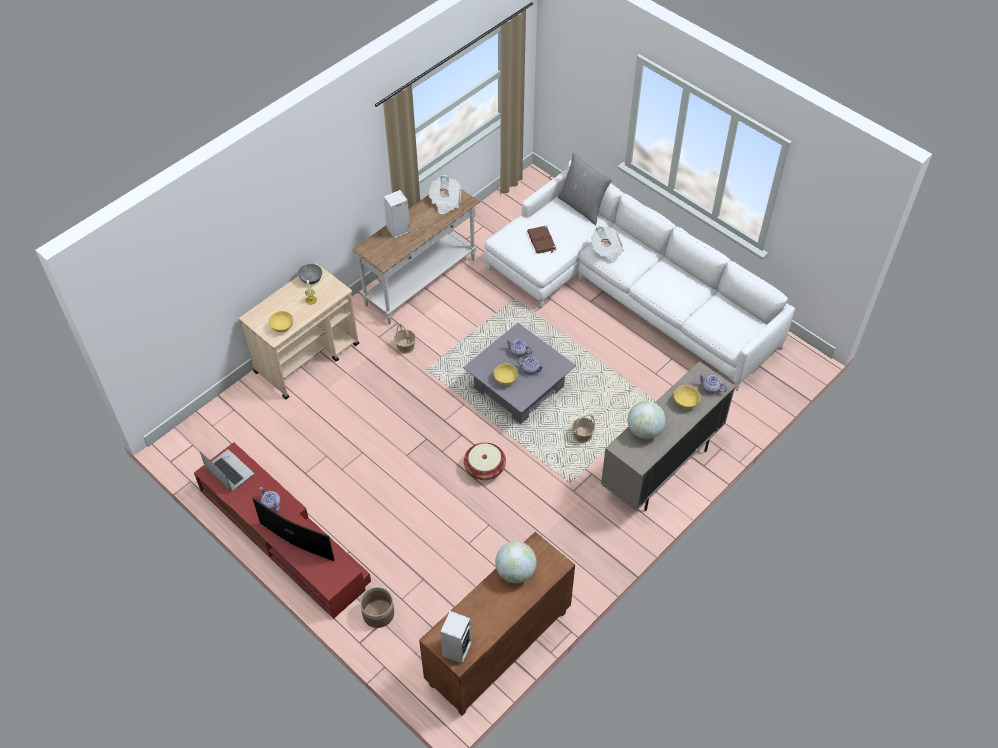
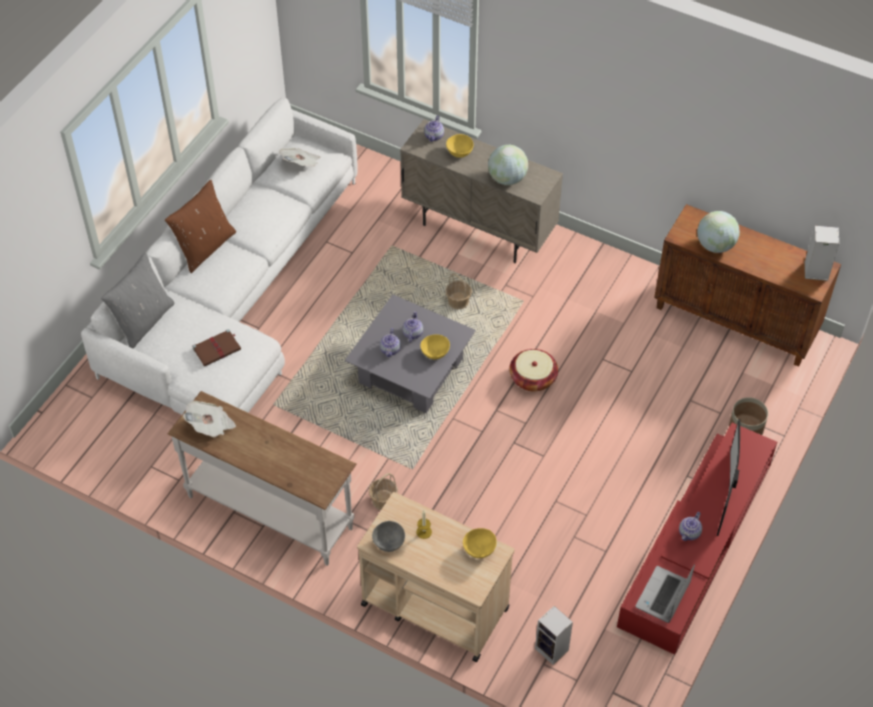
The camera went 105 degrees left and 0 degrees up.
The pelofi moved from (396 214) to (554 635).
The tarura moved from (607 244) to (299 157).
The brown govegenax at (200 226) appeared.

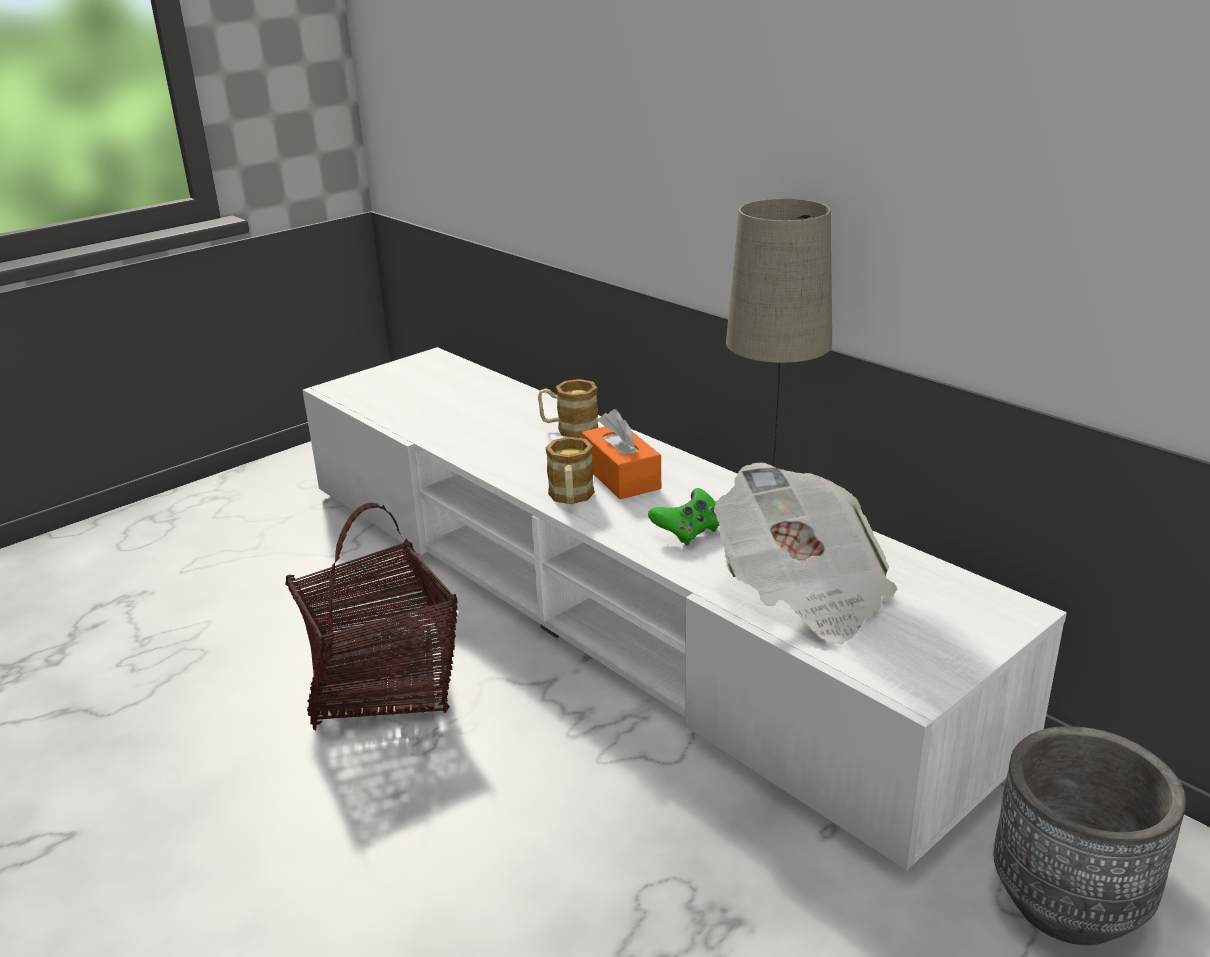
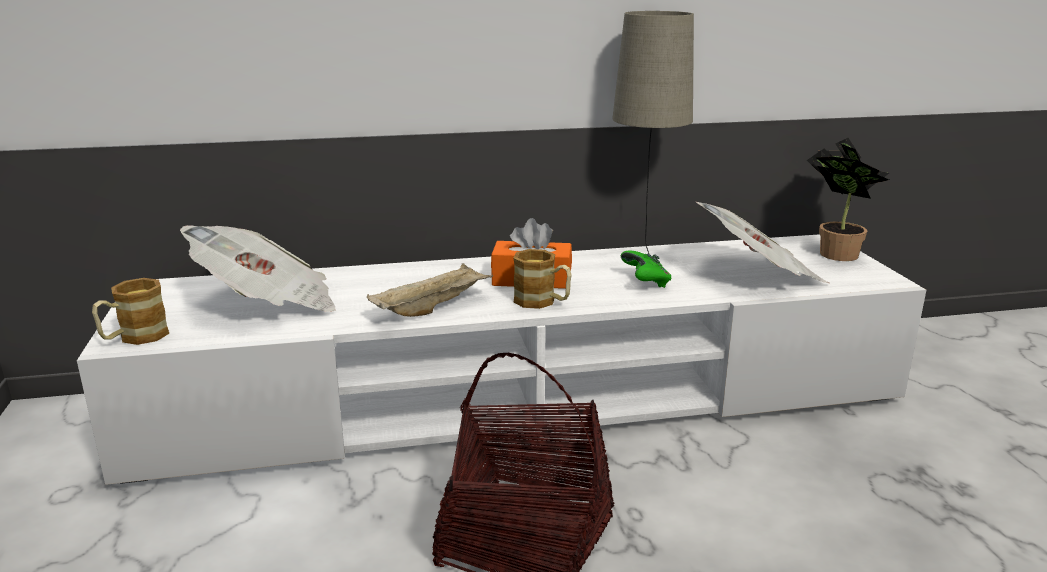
The camera went 60 degrees left and 5 degrees down.
The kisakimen moved from (568 408) to (130 311).
The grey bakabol at (1090 835) disappeared.
The tarura at (258 268) appeared.
The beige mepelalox at (430 290) appeared.
The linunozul at (848 199) appeared.

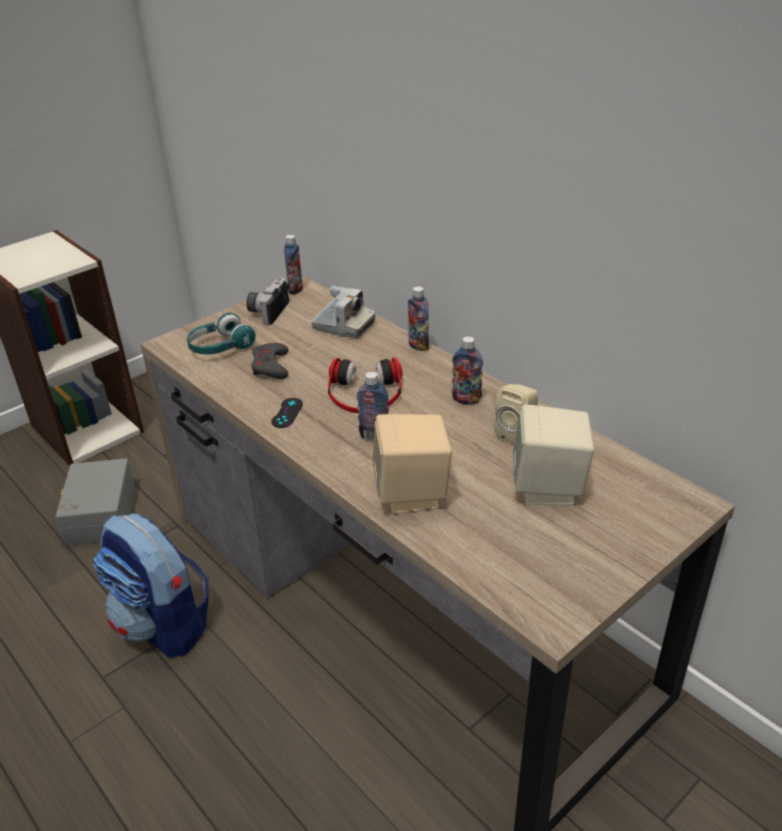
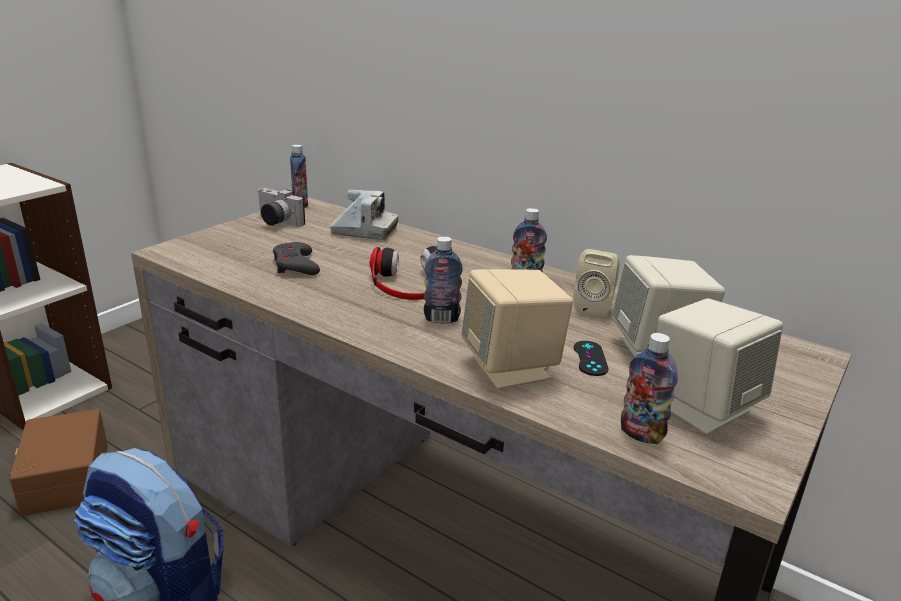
The camera went 15 degrees left and 10 degrees down.
The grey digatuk at (95 501) became the brown digatuk at (58 462).
The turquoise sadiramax at (221 334) disappeared.
The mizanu at (268 301) turned 60 degrees counterclockwise.
The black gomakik moved from (287 413) to (591 358).
The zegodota moved from (418 318) to (649 388).
The beige pelofi at (720 366) appeared.

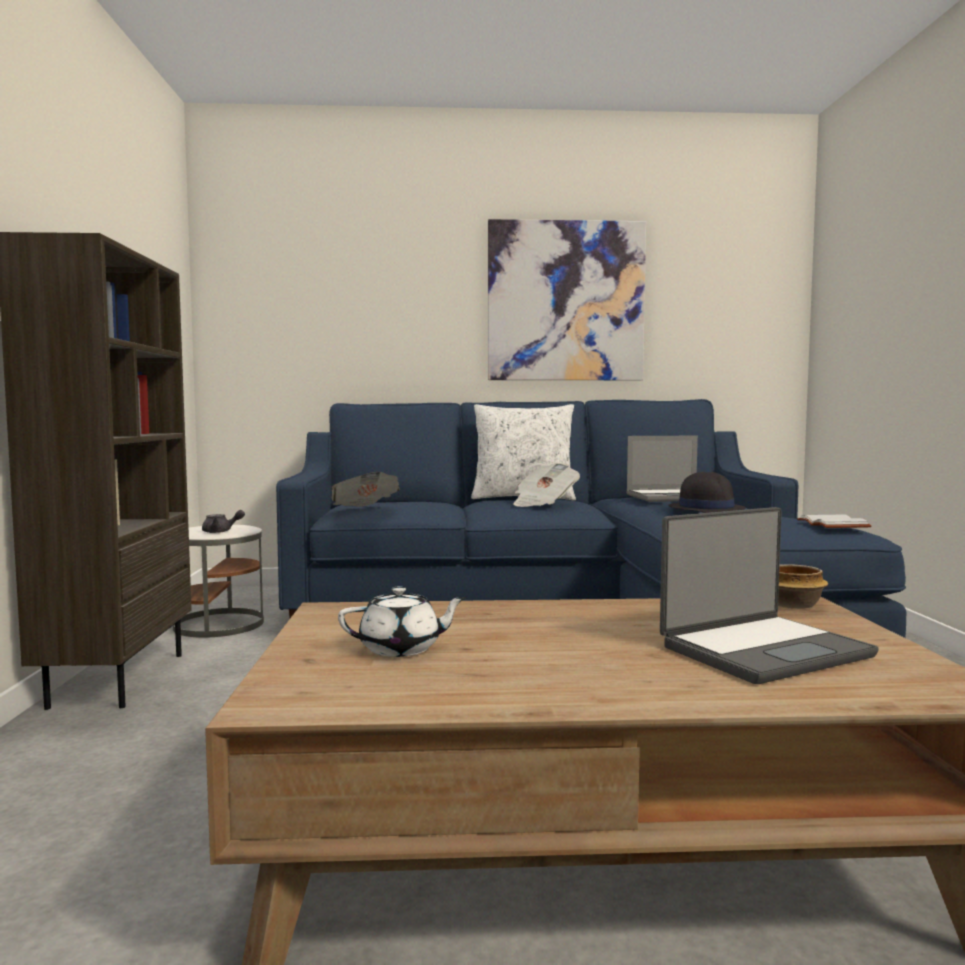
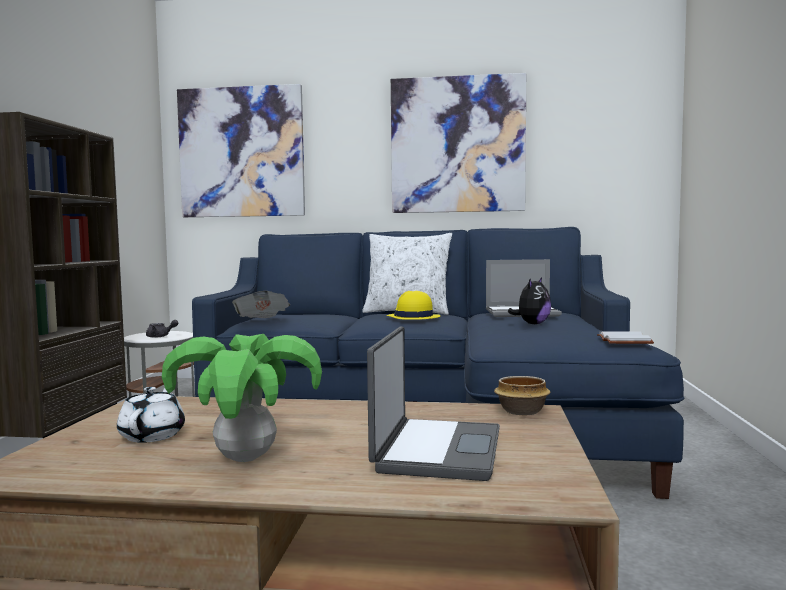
The camera went 10 degrees right and 0 degrees up.
The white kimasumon at (402 621) turned 90 degrees counterclockwise.
The tarura at (547 485) was replaced by the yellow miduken at (413 305).
The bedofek at (769 595) turned 60 degrees counterclockwise.
The black miduken at (707 492) was replaced by the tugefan at (529 300).
The linunozul at (242 398) appeared.
The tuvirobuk at (241 150) appeared.

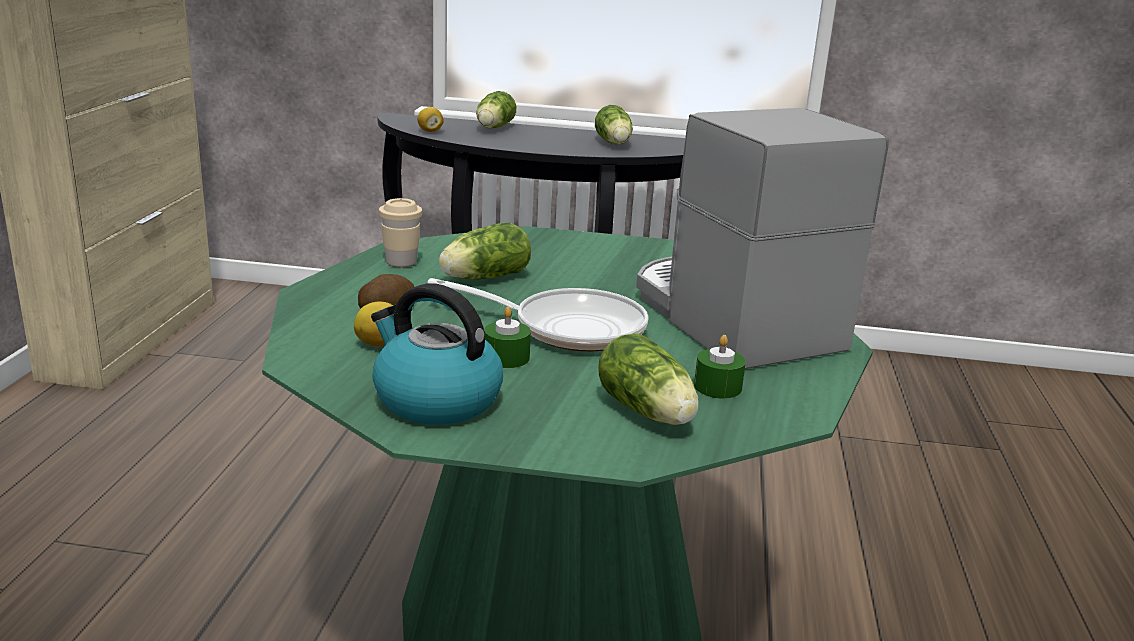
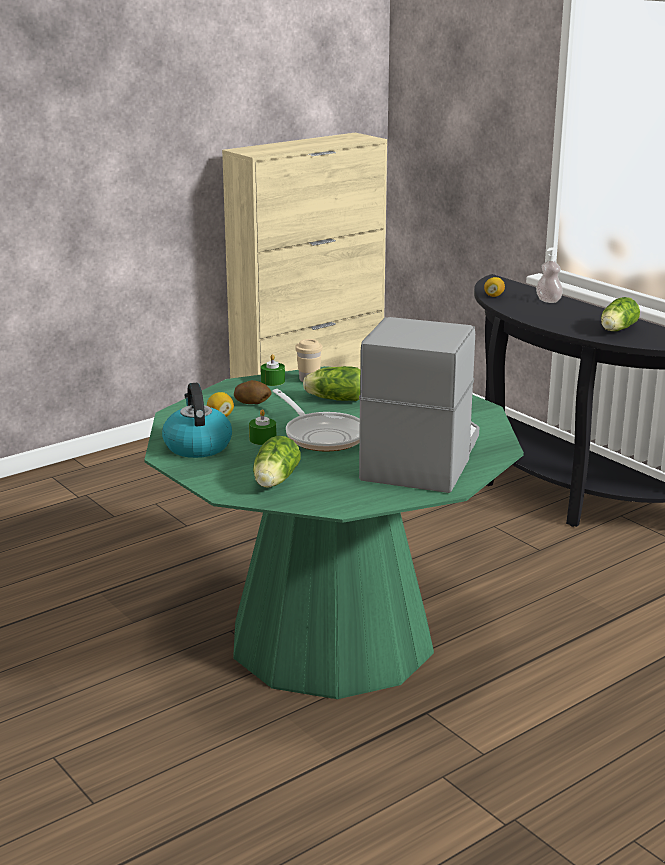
The camera went 45 degrees right and 0 degrees up.
The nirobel at (496 109) was replaced by the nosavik at (549 275).
The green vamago moved from (720 367) to (273 370).

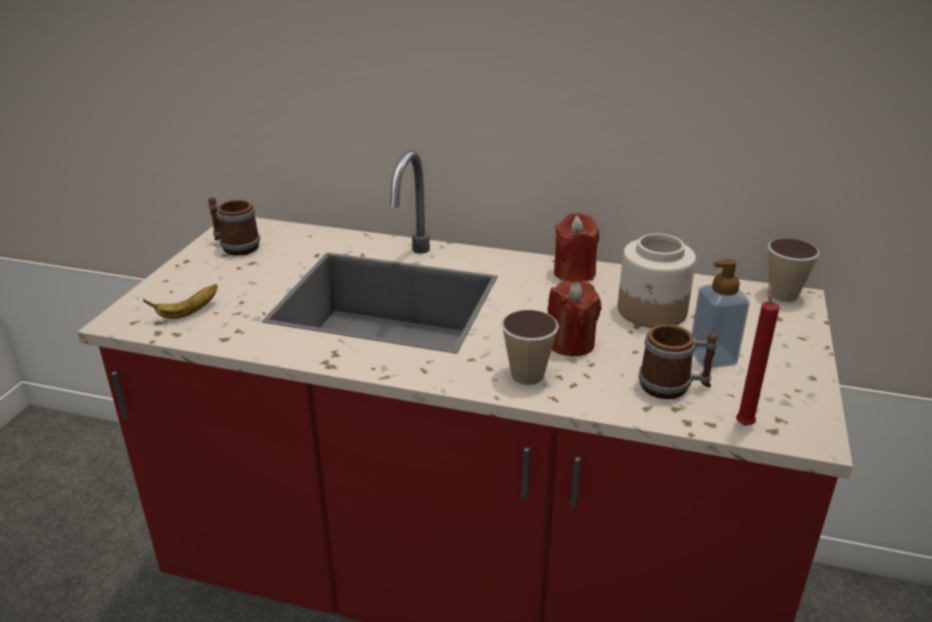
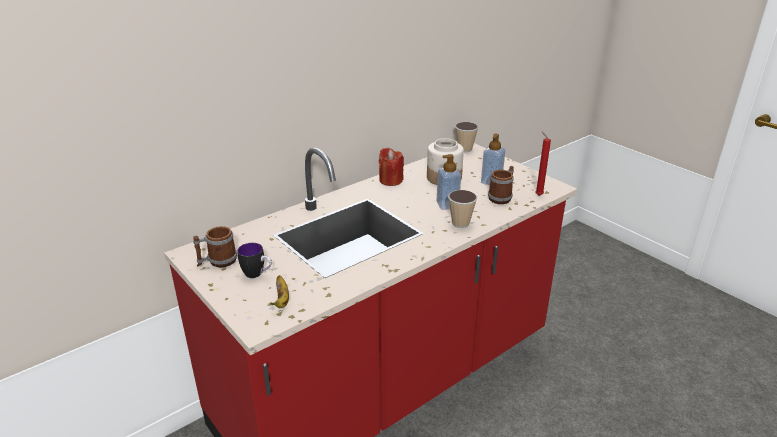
The camera went 55 degrees left and 0 degrees up.
The red vamago at (575 318) was replaced by the nosavik at (448 182).
The kisakimen at (254 260) appeared.

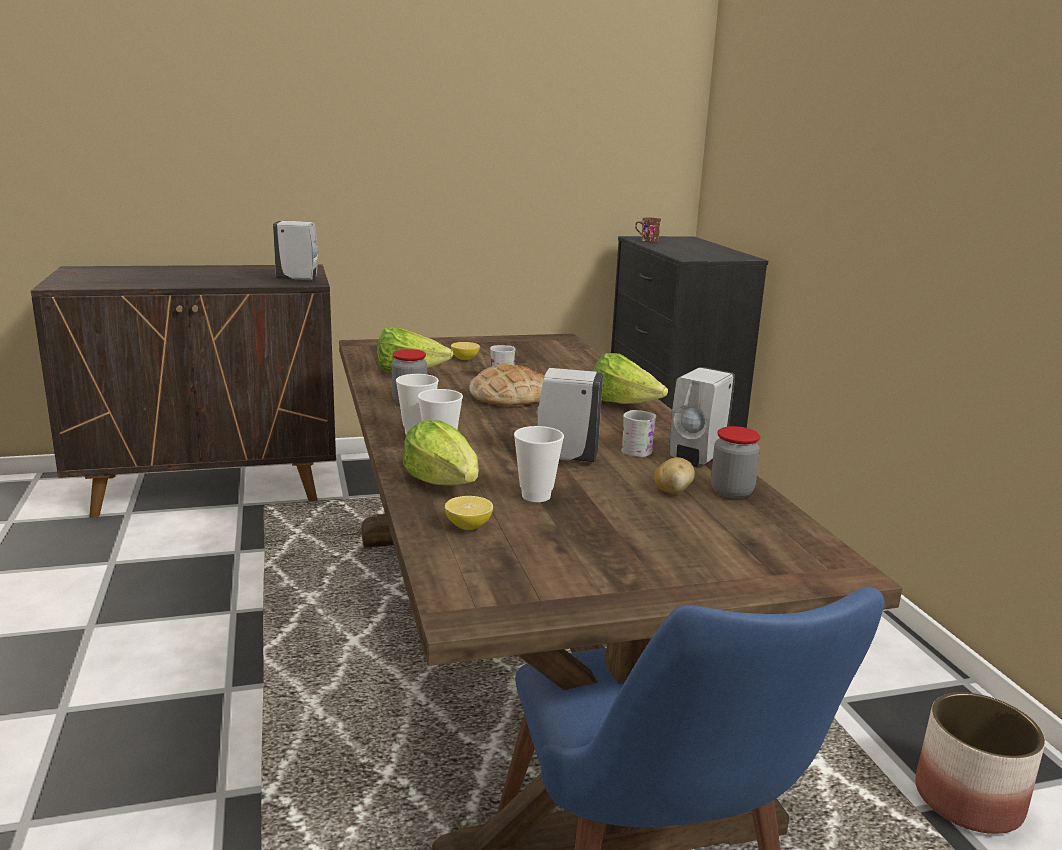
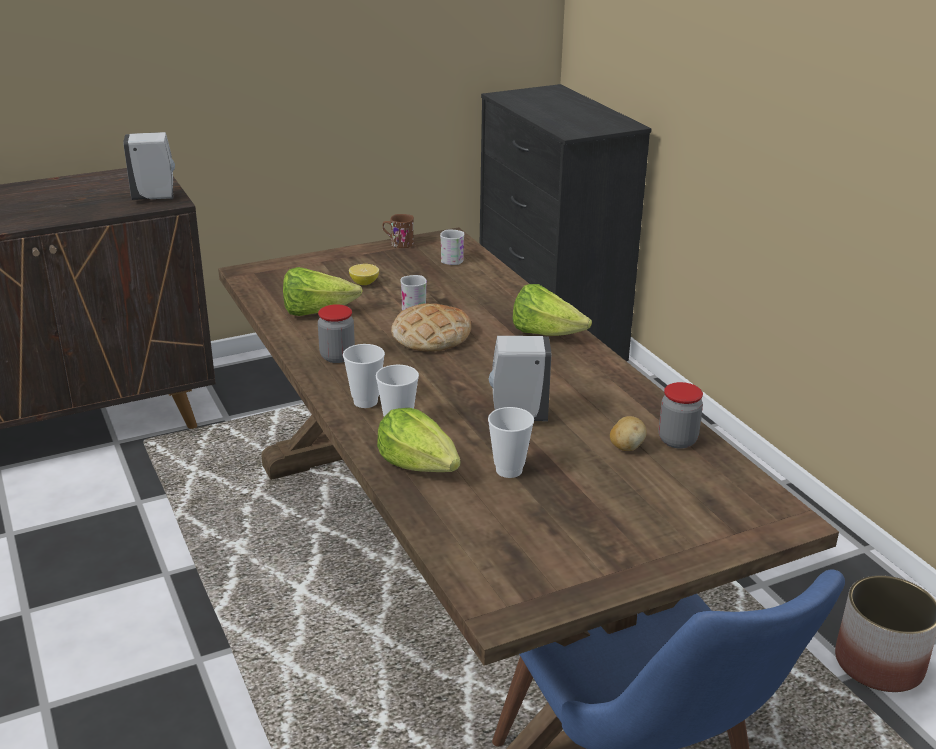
The camera went 10 degrees left and 10 degrees up.
The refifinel at (469 513) disappeared.
The white kisakimen moved from (639 433) to (452 247).
The brown kisakimen moved from (648 229) to (398 231).
The white nosavik at (702 417) disappeared.

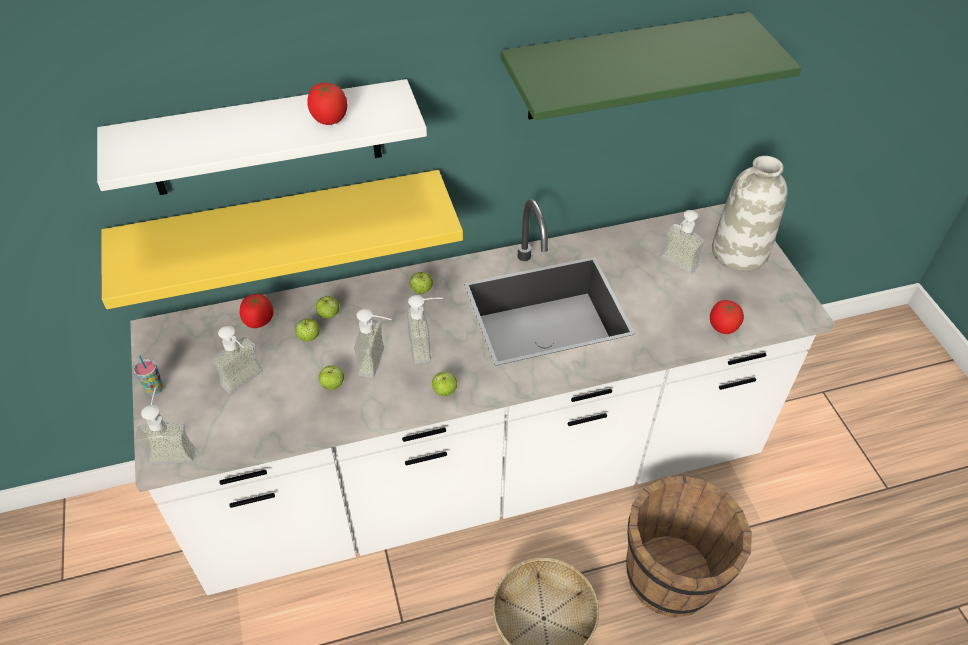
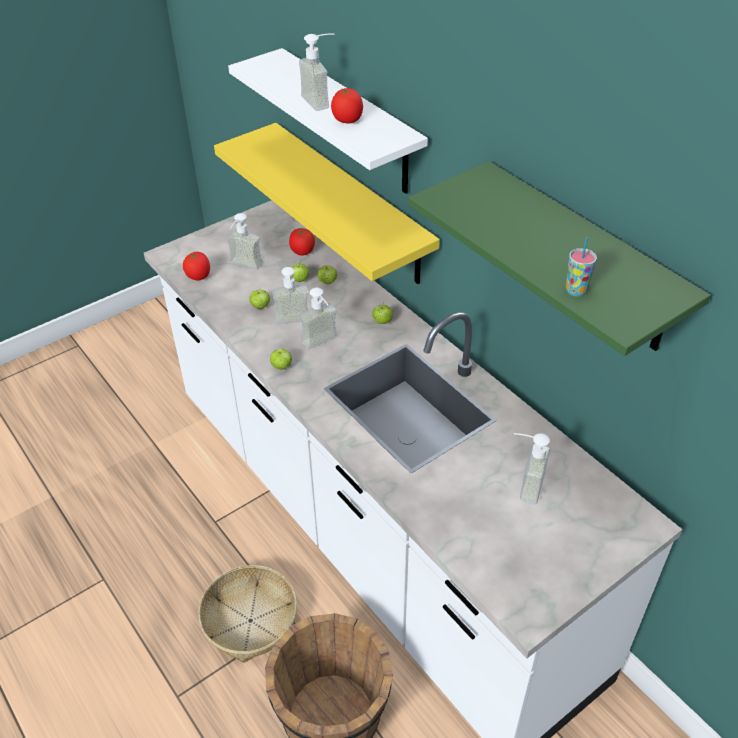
The camera went 70 degrees right and 5 degrees down.
The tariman moved from (148 375) to (581 267).
The nosavik moved from (165 426) to (316 72).
The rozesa moved from (727 317) to (196 266).
The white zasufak at (750 214) disappeared.

